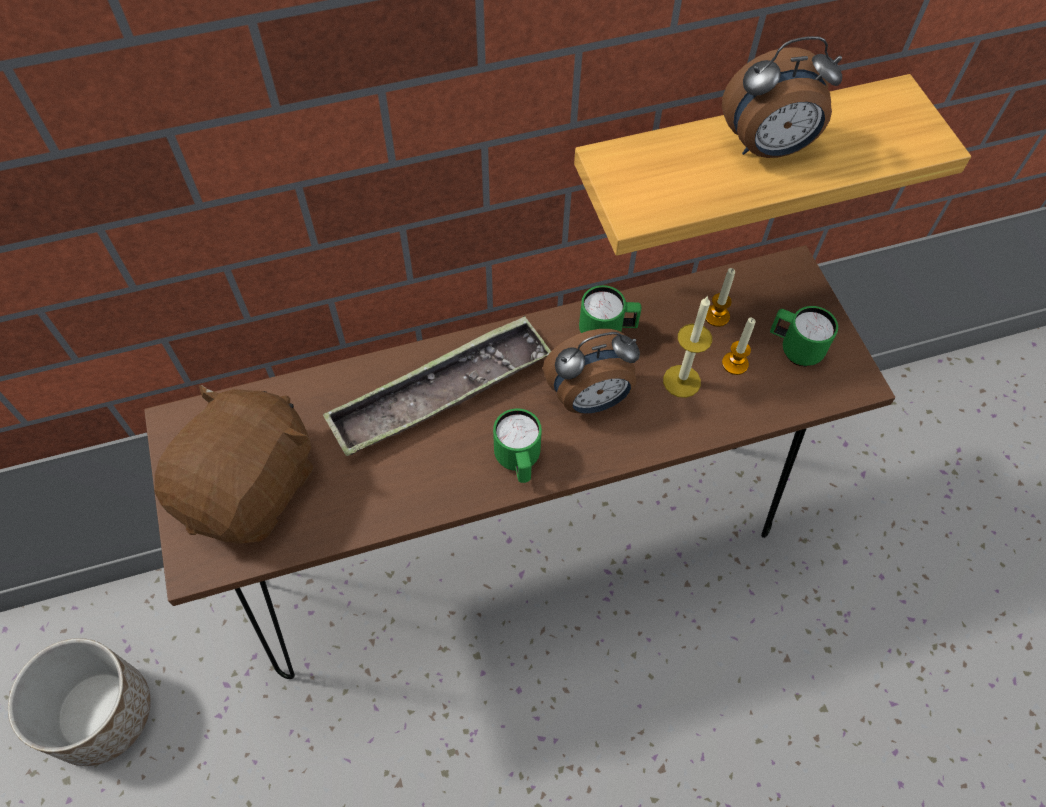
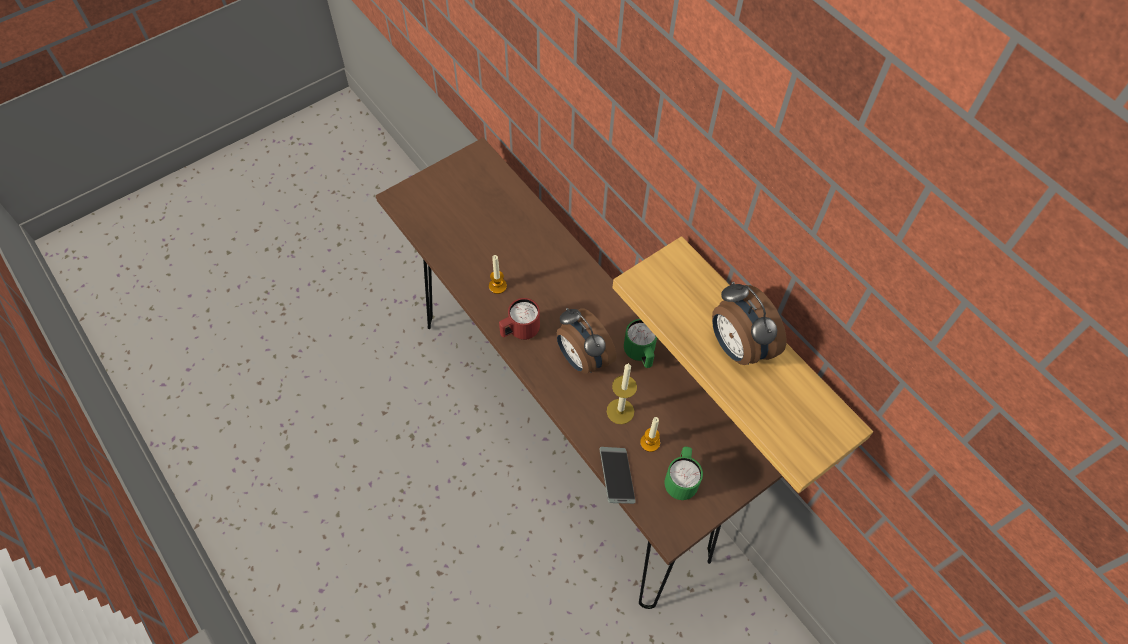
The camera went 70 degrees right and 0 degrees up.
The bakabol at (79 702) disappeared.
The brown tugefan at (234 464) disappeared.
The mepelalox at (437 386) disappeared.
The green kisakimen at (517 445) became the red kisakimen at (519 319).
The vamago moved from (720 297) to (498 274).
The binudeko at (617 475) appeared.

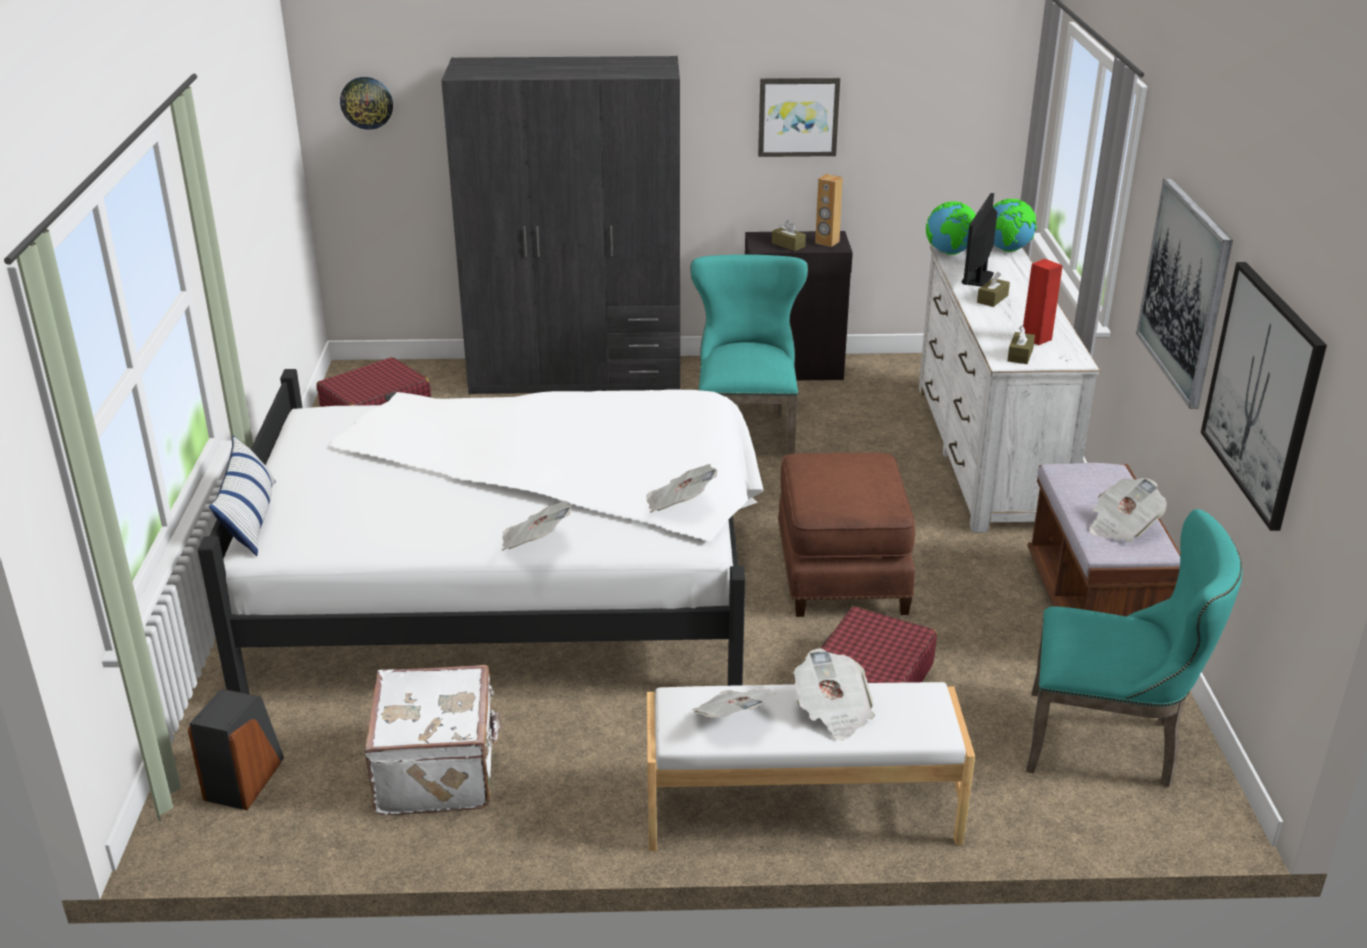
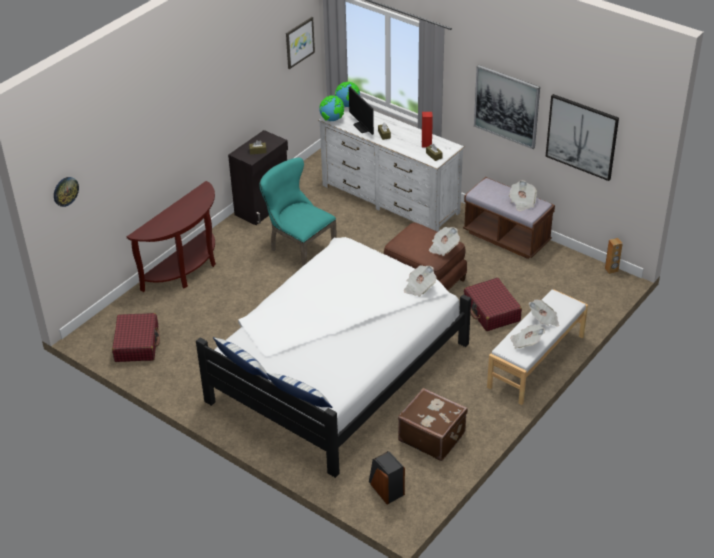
The camera went 50 degrees left and 10 degrees up.
The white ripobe at (433 740) became the brown ripobe at (433 424).
The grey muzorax at (560 225) was replaced by the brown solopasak at (171 236).
The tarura moved from (536 526) to (444 241).
The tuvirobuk moved from (799 117) to (300 43).
The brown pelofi moved from (829 210) to (614 256).
The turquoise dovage at (1134 648) disappeared.
The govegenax at (241 358) appeared.

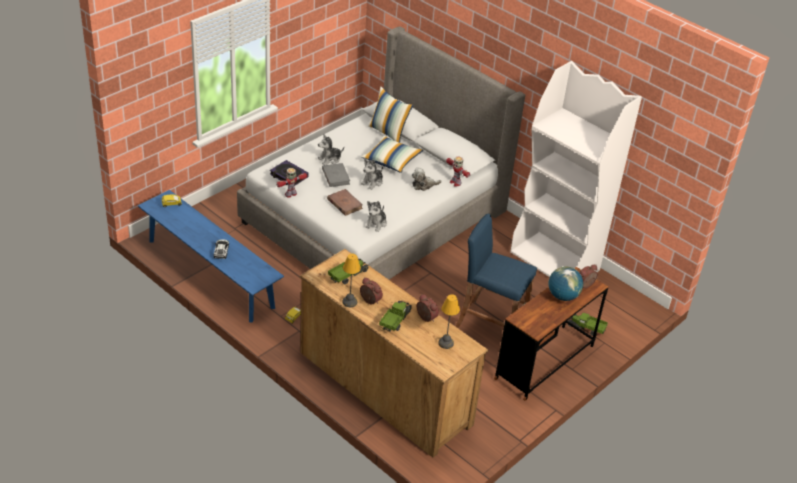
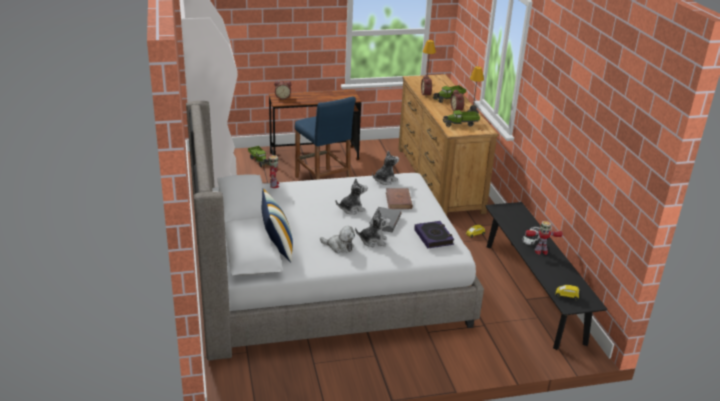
The camera went 145 degrees left and 10 degrees down.
The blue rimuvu at (211 256) became the black rimuvu at (546 276).
The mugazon moved from (291 183) to (544 238).
The govegenax at (392 154) disappeared.
The tugefan moved from (426 179) to (337 239).
The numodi at (565 283) disappeared.

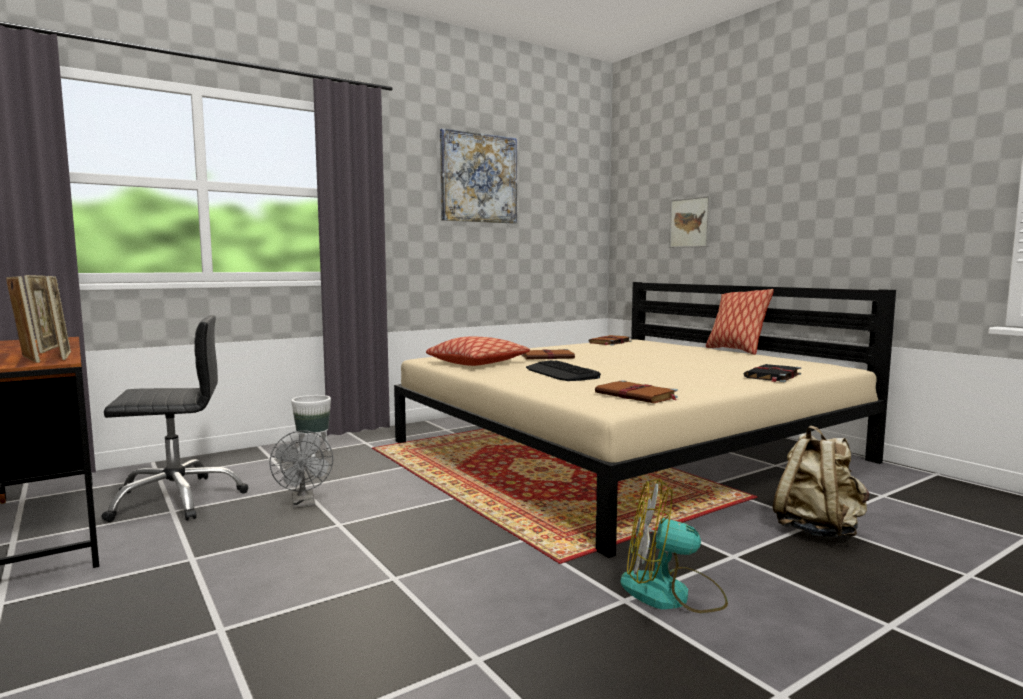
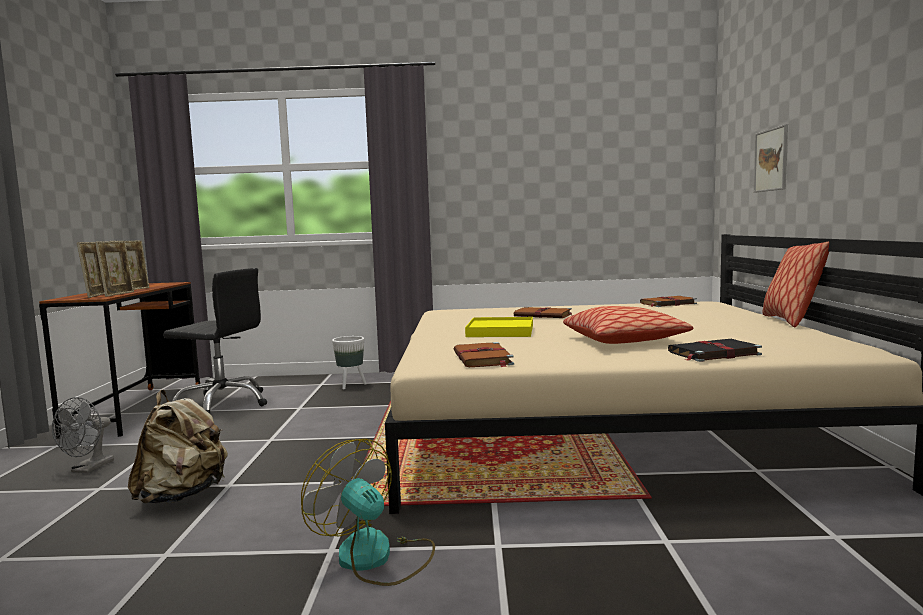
The camera went 35 degrees right and 0 degrees up.
The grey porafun moved from (301 469) to (83 435).
The govegenax moved from (478 351) to (628 325).
The tuvirobuk at (478 176) disappeared.
The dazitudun at (563 370) was replaced by the yellow mepelalox at (499 327).
The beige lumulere moved from (821 481) to (178 446).

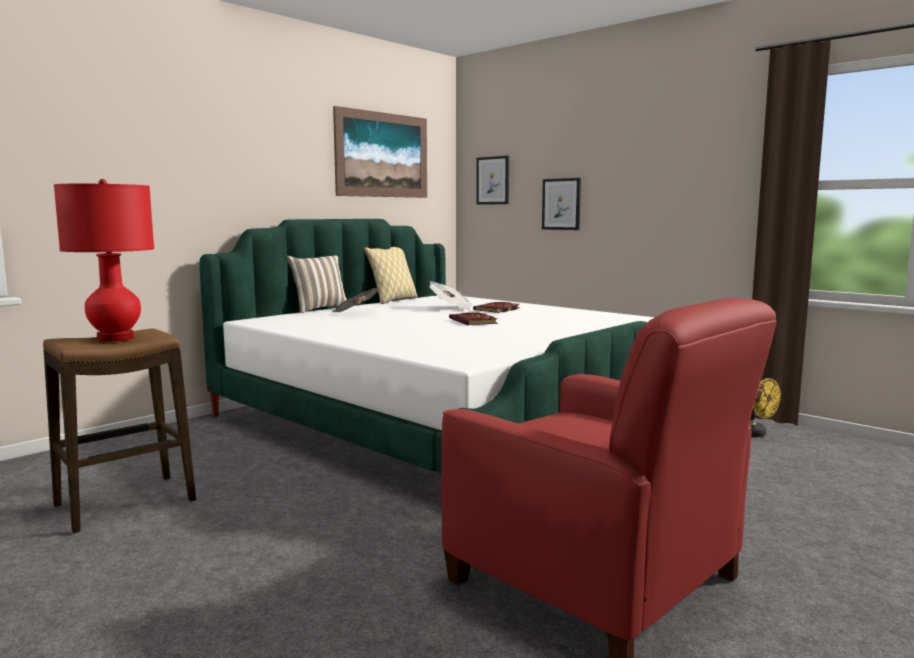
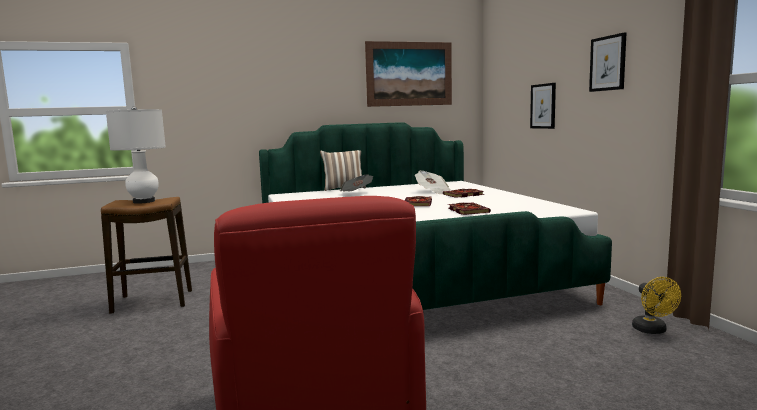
The camera went 30 degrees right and 0 degrees up.
The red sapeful at (104 260) became the white sapeful at (136 155).
The govegenax at (391 275) disappeared.
The tuvirobuk moved from (492 180) to (608 62).
The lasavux at (469 209) appeared.

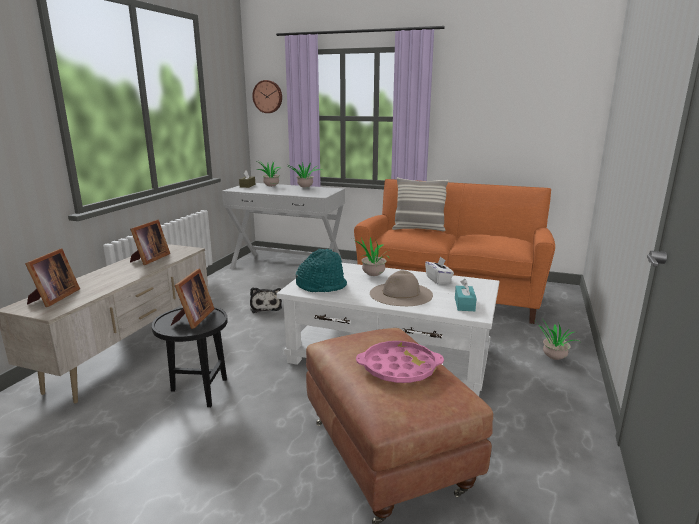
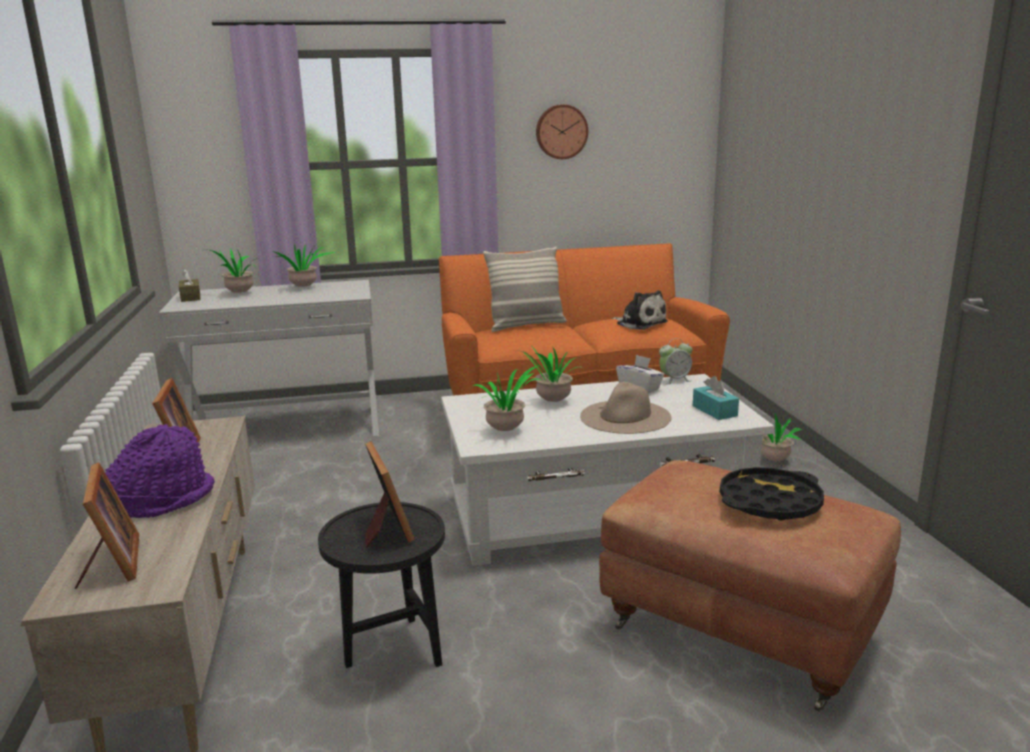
The camera went 30 degrees left and 0 degrees up.
The tugefan moved from (266 300) to (640 310).
The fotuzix moved from (267 96) to (562 131).
The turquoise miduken at (321 270) was replaced by the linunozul at (507 398).
The pink mepelalox at (400 362) became the black mepelalox at (772 494).
The purple miduken at (160 471) appeared.
The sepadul at (675 361) appeared.

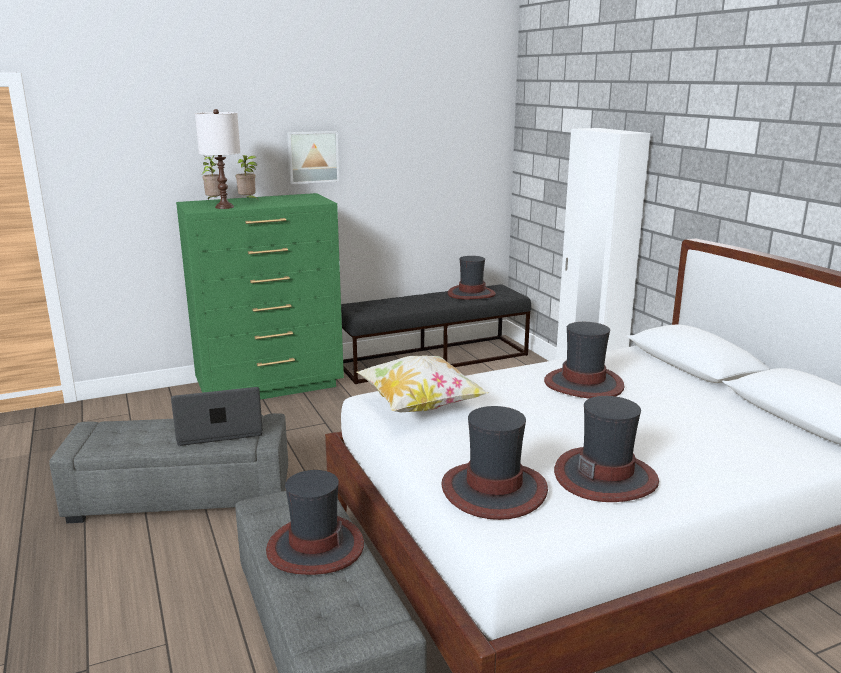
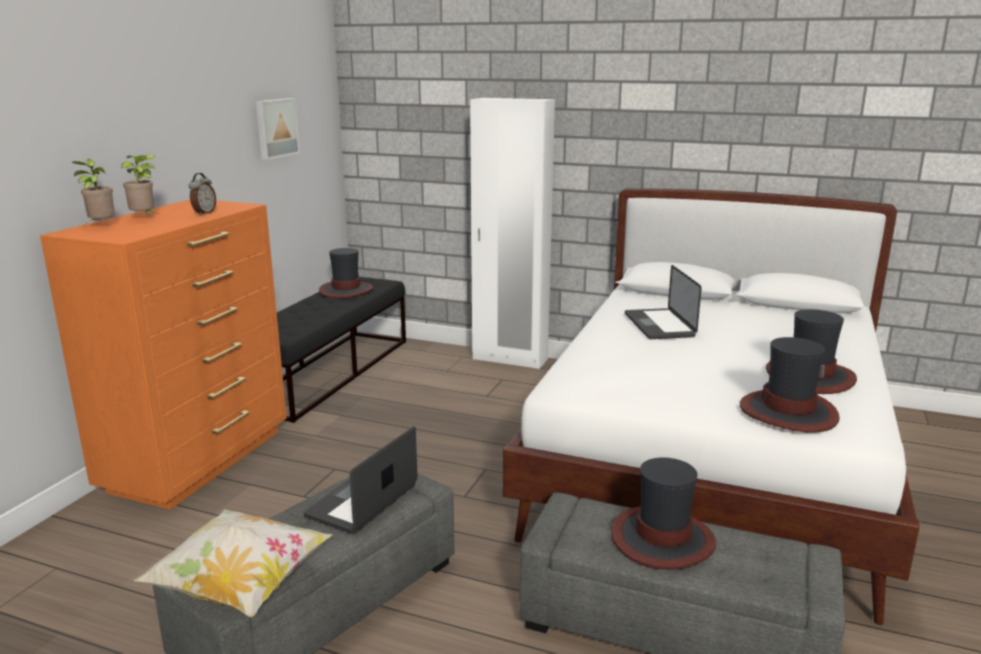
The camera went 45 degrees left and 0 degrees up.
The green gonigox at (260 296) became the orange gonigox at (163 355).
The white sapeful at (218 159) disappeared.
The tuvirobuk moved from (313 157) to (278 129).
The govegenax moved from (423 383) to (232 563).
The miduken at (584 360) was replaced by the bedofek at (663 302).
The sepadul at (202 194) appeared.

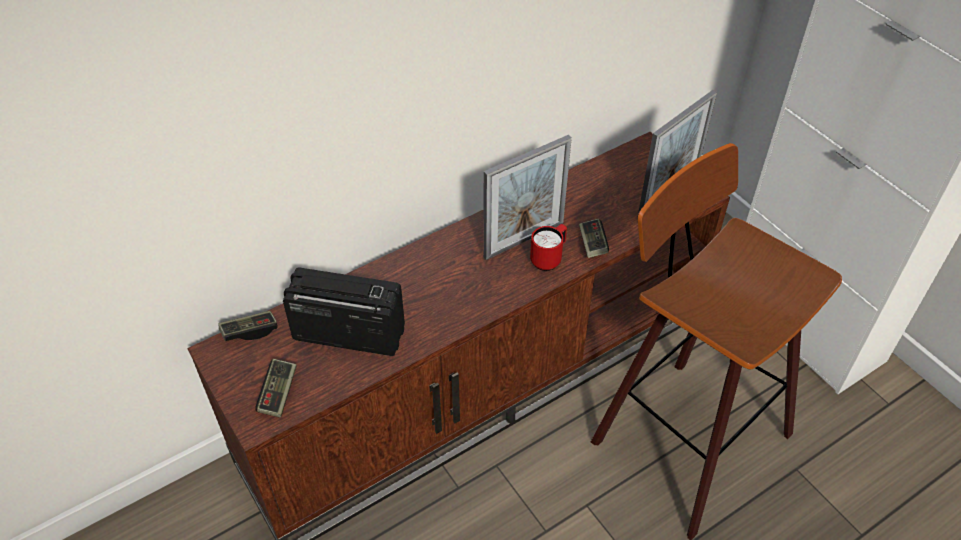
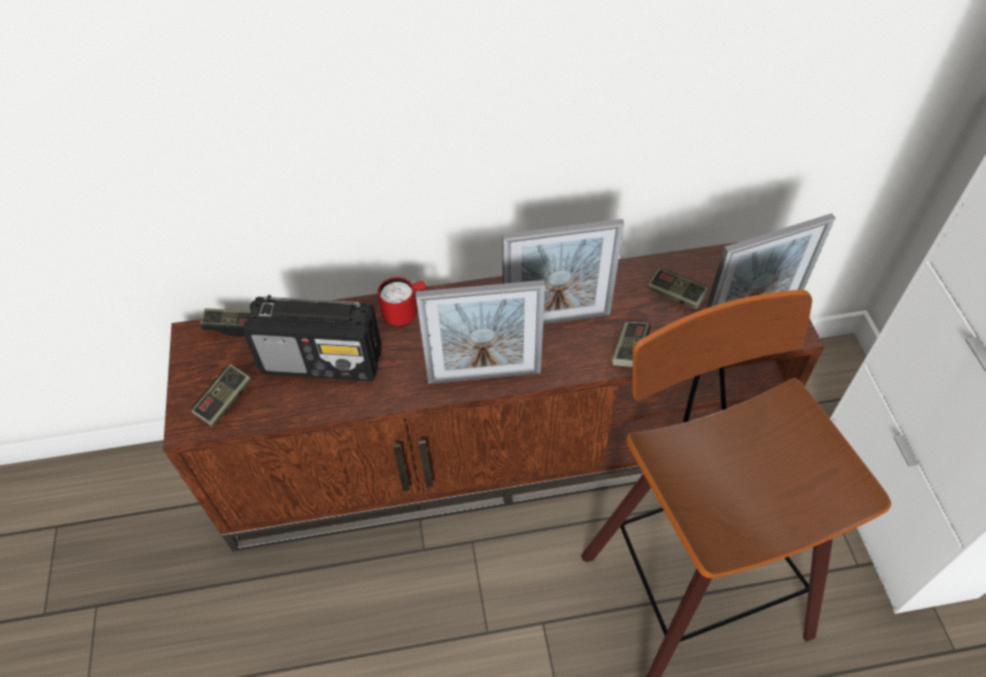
The camera went 25 degrees right and 5 degrees up.
The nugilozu at (344 311) turned 150 degrees clockwise.
The red kisakimen moved from (548 247) to (402 302).
The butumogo at (480 332) appeared.
The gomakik at (678 289) appeared.

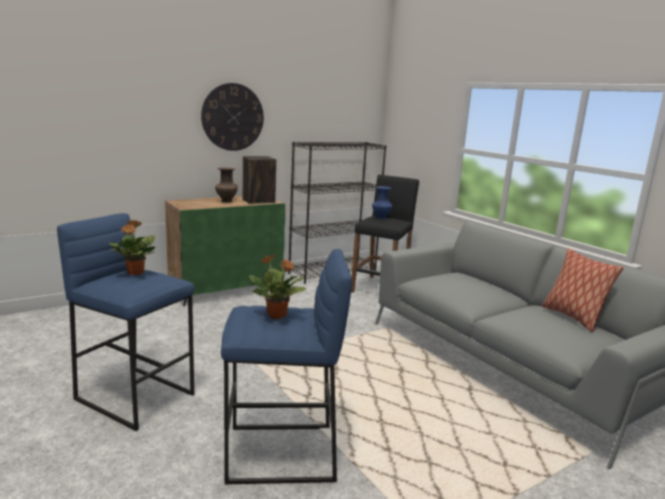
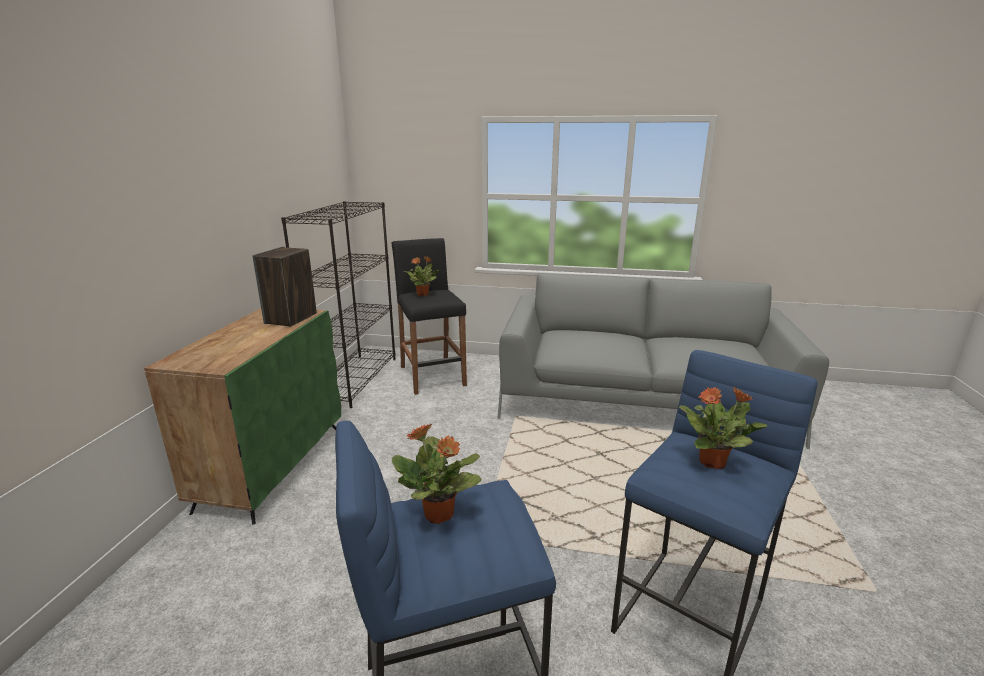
The camera went 45 degrees left and 5 degrees up.
The fotuzix at (232 117) disappeared.
The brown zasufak at (226 185) disappeared.
The blue zasufak at (382 202) was replaced by the linunozul at (422 276).
The govegenax at (582 290) disappeared.

